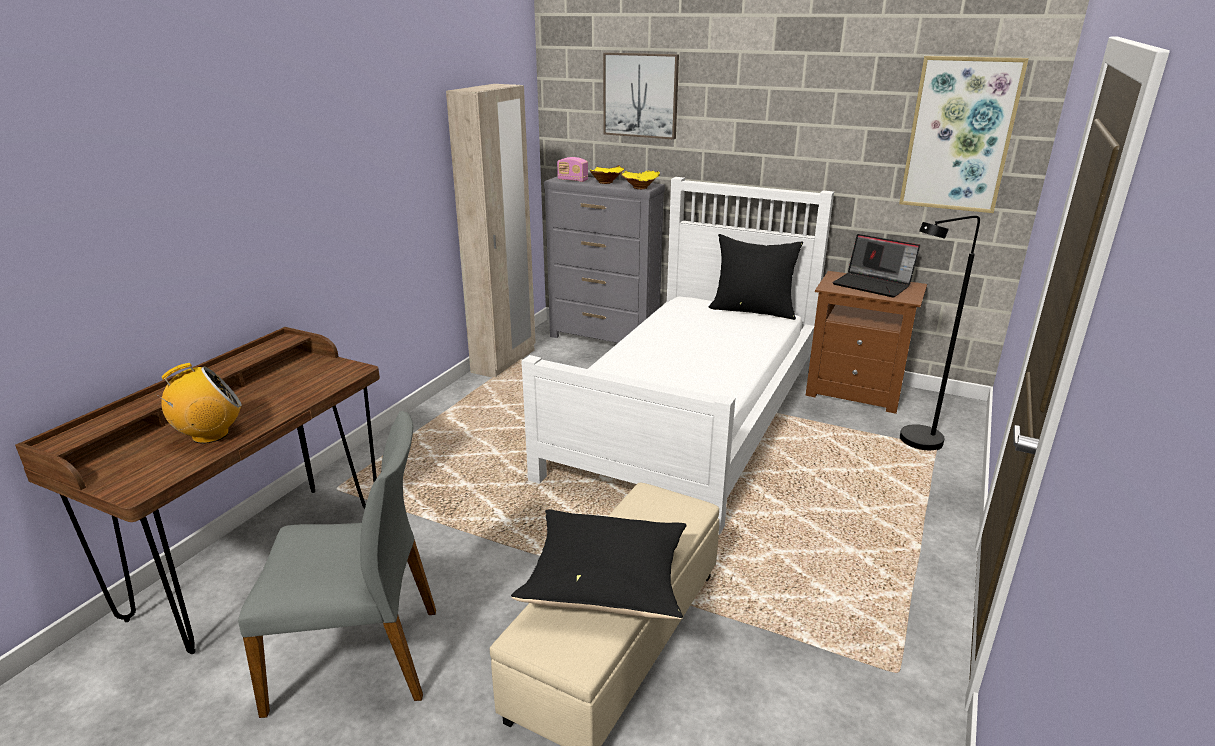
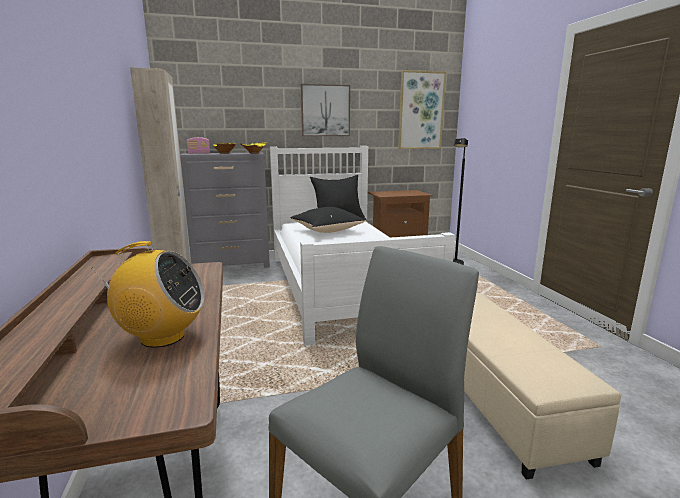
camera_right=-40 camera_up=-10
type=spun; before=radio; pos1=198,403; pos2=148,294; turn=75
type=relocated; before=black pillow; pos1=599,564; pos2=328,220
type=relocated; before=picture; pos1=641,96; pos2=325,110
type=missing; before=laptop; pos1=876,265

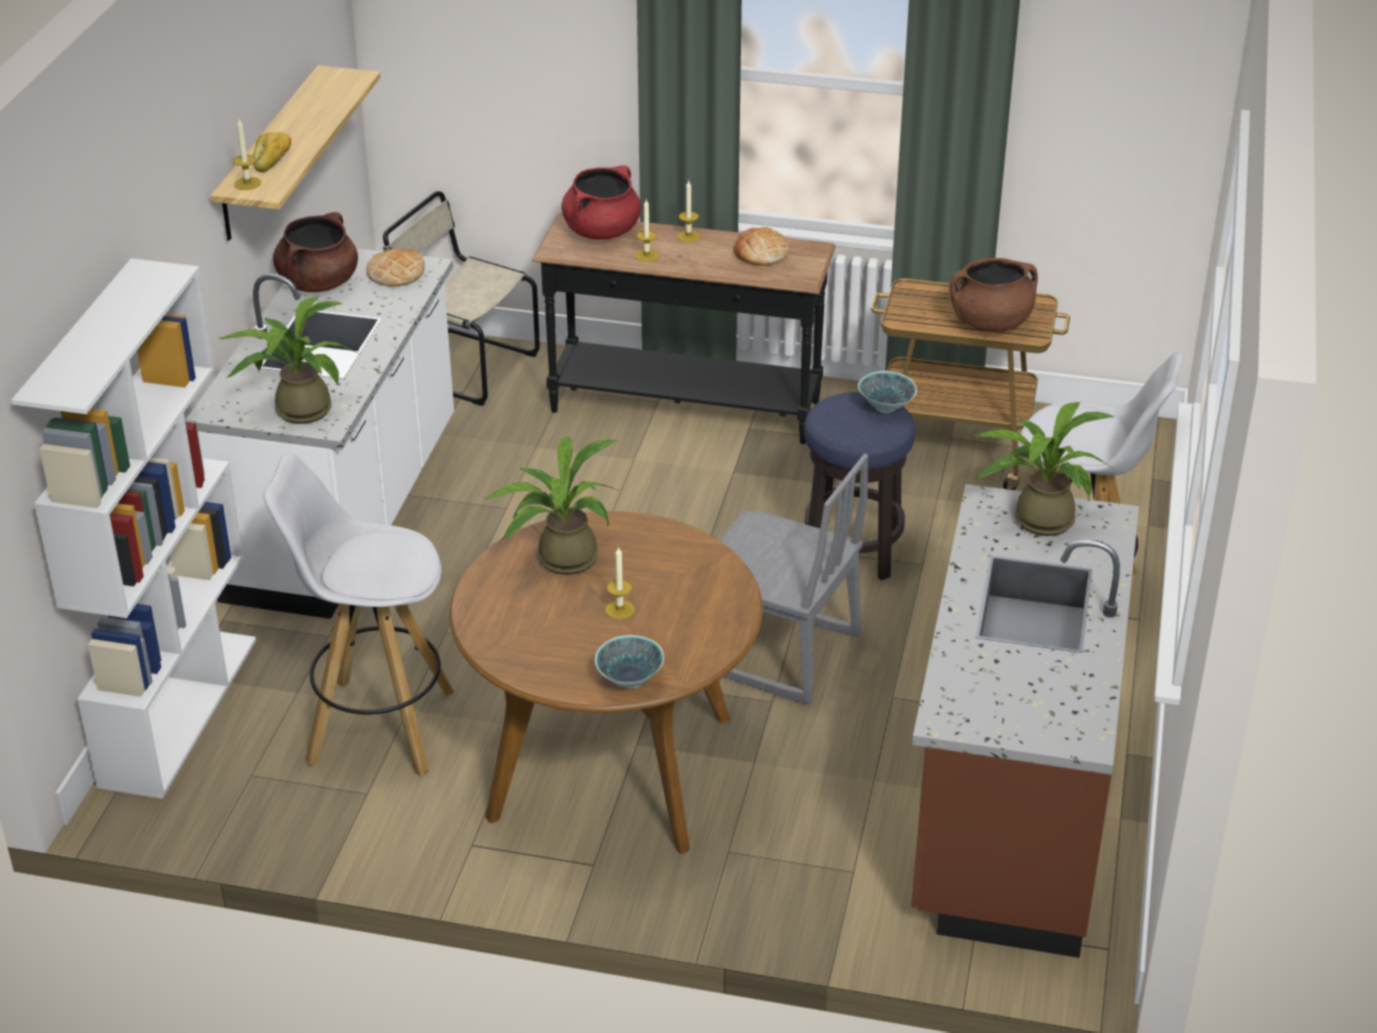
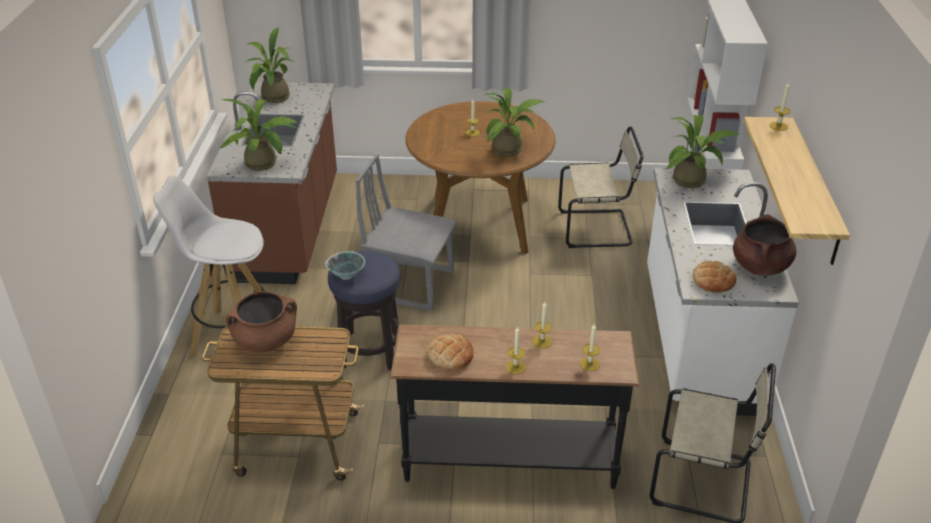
camera_right=170 camera_up=0
type=missing; before=bread; pos1=272,152
type=exchanged; before=white stool; after=beige chair; pos1=358,614; pos2=601,187
type=exchanged; before=red cooking pot; after=candle; pos1=601,202; pos2=590,347
type=missing; before=bowl; pos1=629,662
type=appeared; after=potted plant; pos2=270,65

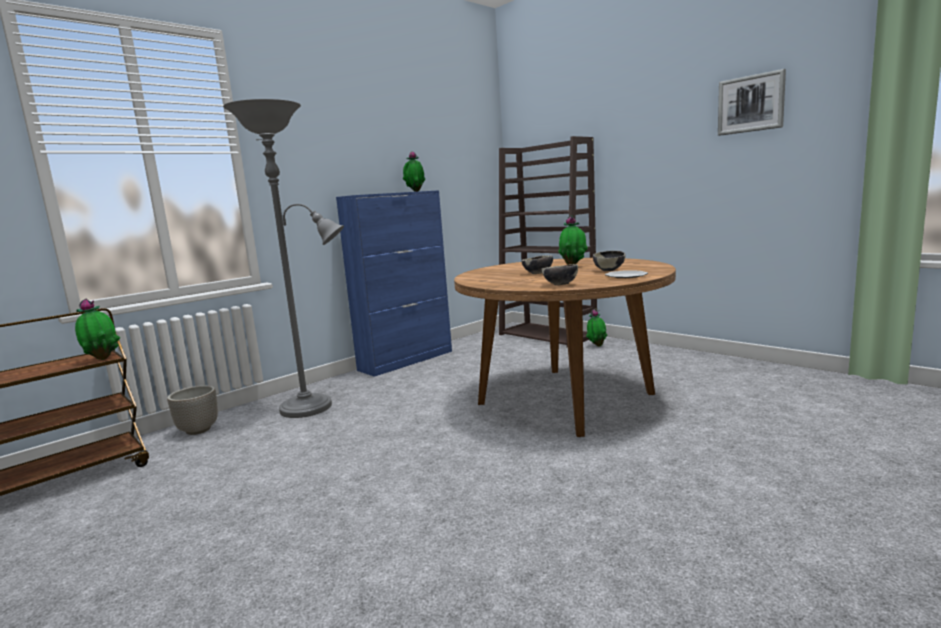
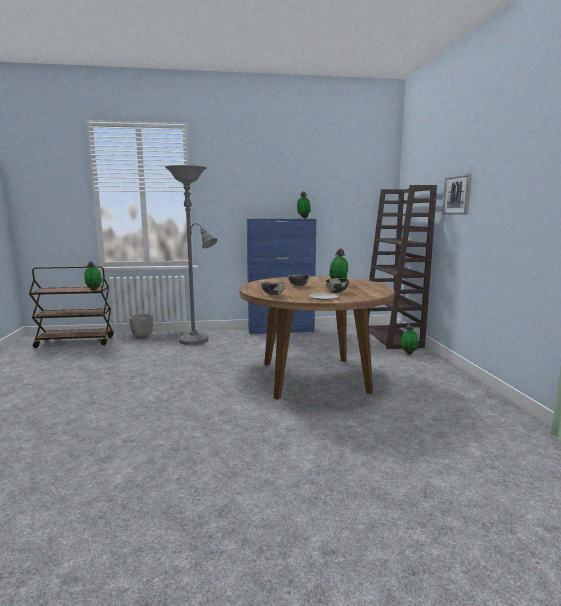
camera_right=35 camera_up=0
type=relocated; before=picture; pos1=752,102; pos2=457,193

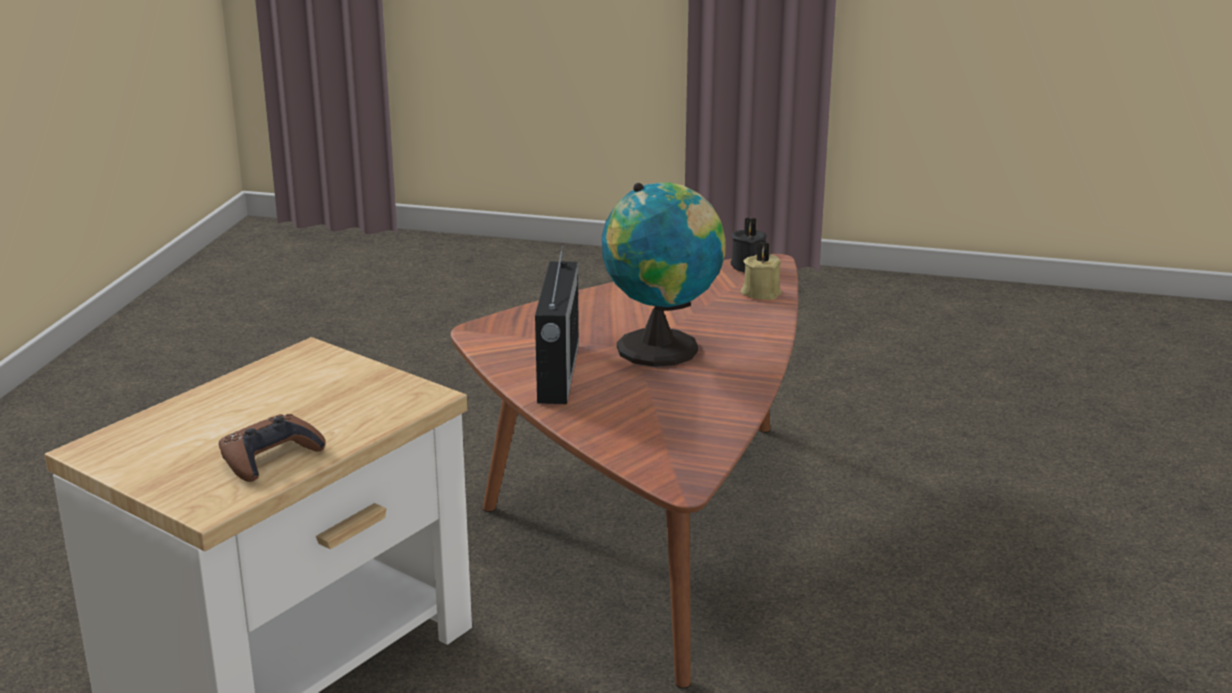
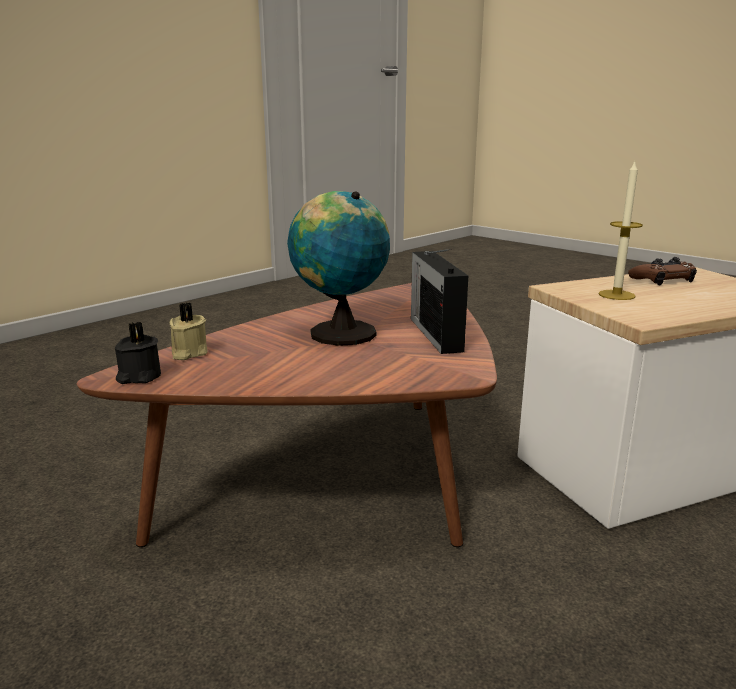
camera_right=-150 camera_up=-5
type=spun; before=radio; pos1=557,323; pos2=439,301; turn=-45
type=appeared; after=candle; pos2=621,230

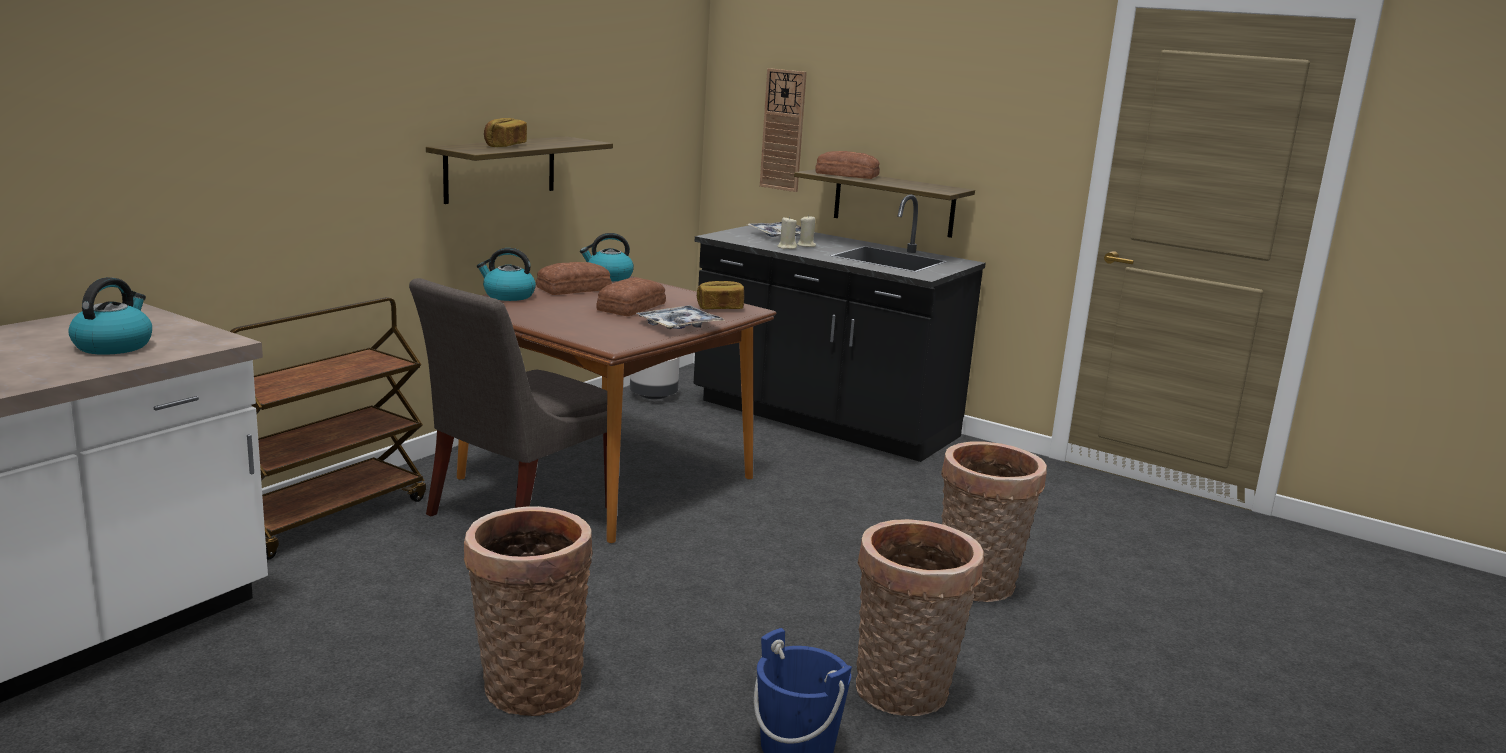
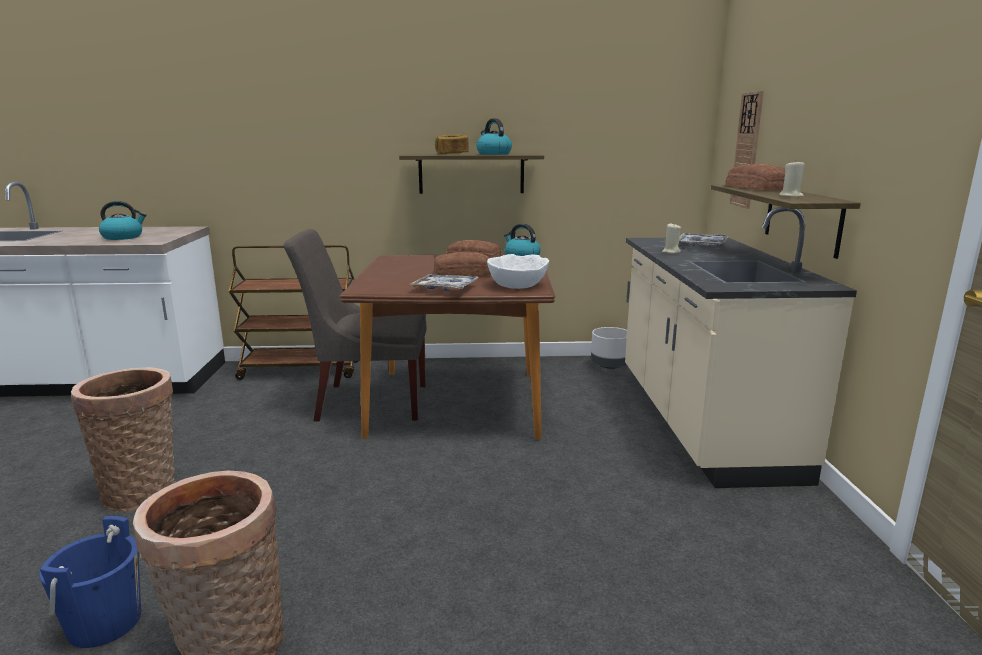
camera_right=55 camera_up=0
type=relocated; before=kettle; pos1=506,274; pos2=494,136
type=colour; before=black counter; after=beige counter; pos1=840,328; pos2=741,347
type=exchanged; before=bread; after=white bowl; pos1=720,295; pos2=518,271
type=relocated; before=beige candle; pos1=806,231; pos2=791,179
type=missing; before=basket; pos1=994,522

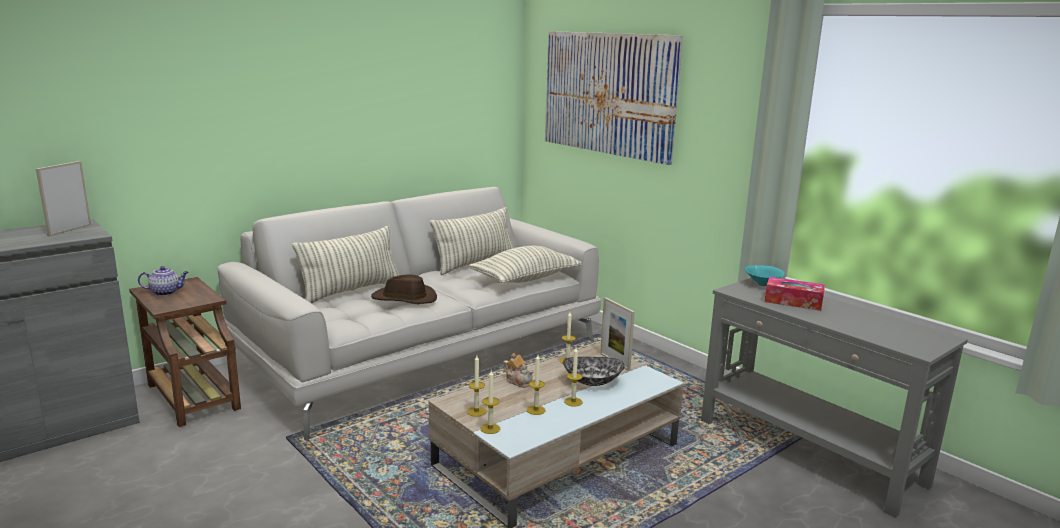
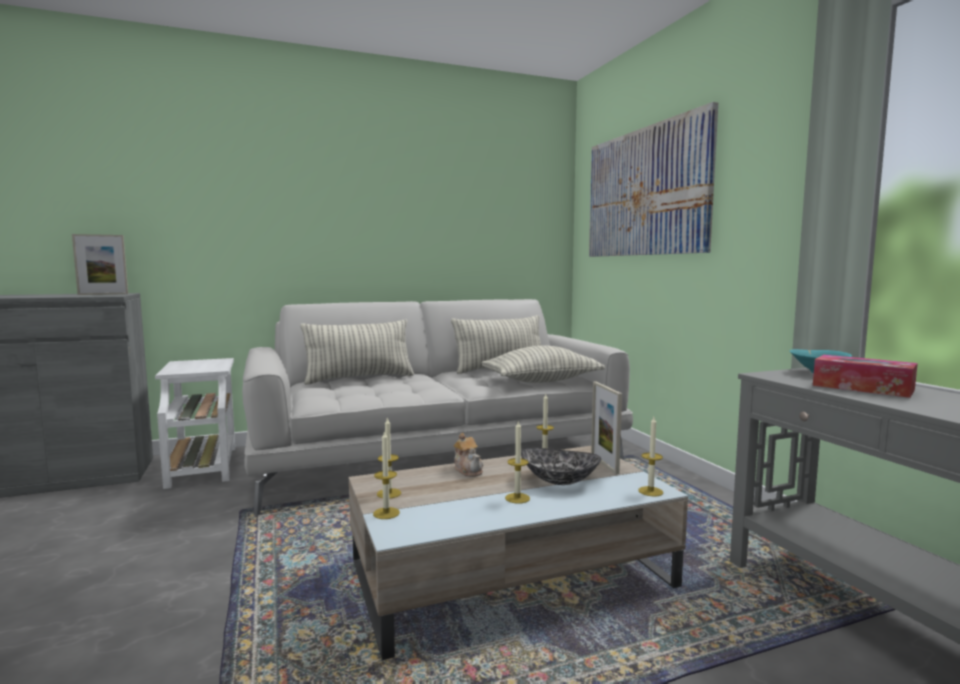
camera_right=20 camera_up=-10
type=spun; before=picture frame; pos1=63,198; pos2=100,264; turn=-150
type=colour; before=brown side table; after=white side table; pos1=185,352; pos2=195,423
type=missing; before=teapot; pos1=163,281
type=missing; before=brown hat; pos1=404,289
type=relocated; before=candle; pos1=536,385; pos2=650,456

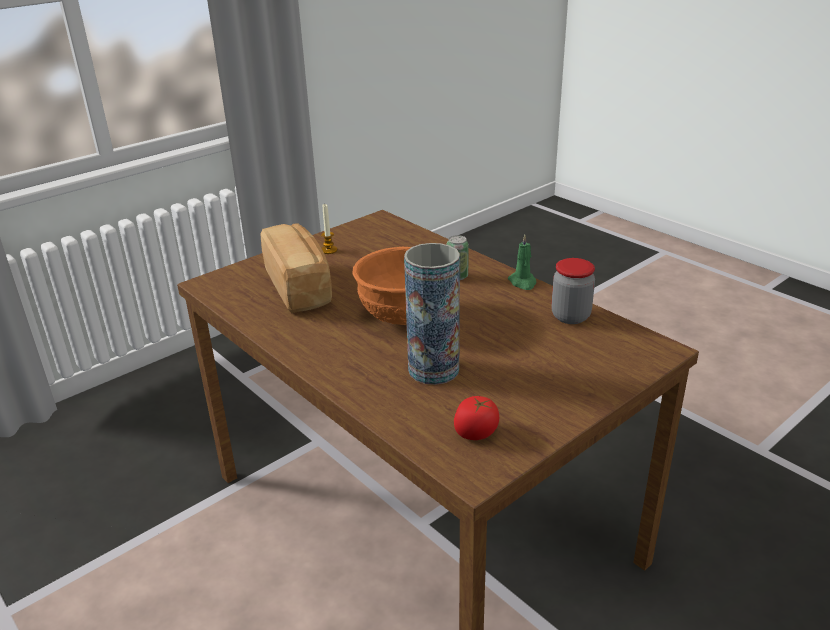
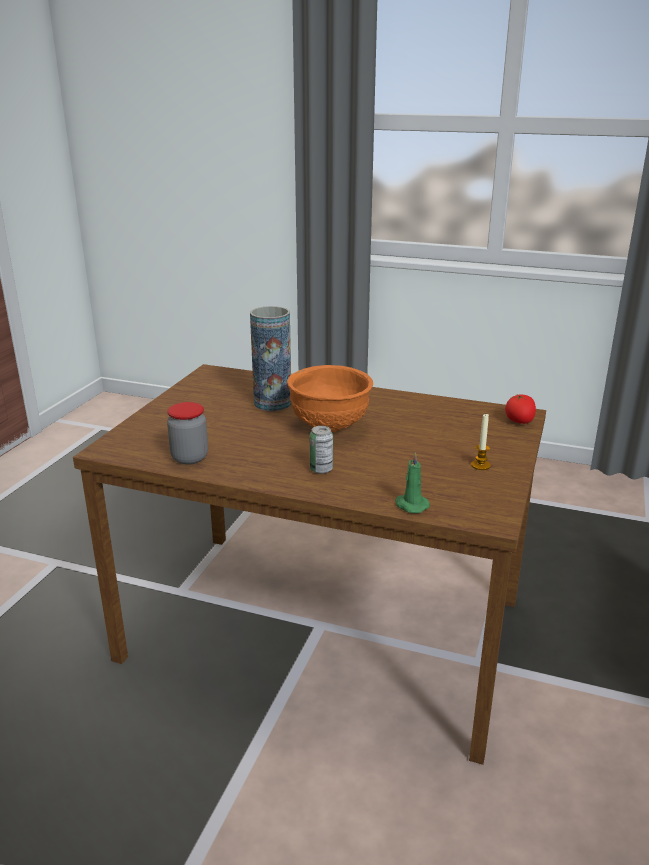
camera_right=150 camera_up=-5
type=missing; before=bread; pos1=296,268
type=relocated; before=tomato; pos1=476,418; pos2=520,409
type=relocated; before=green candle; pos1=522,262; pos2=412,482

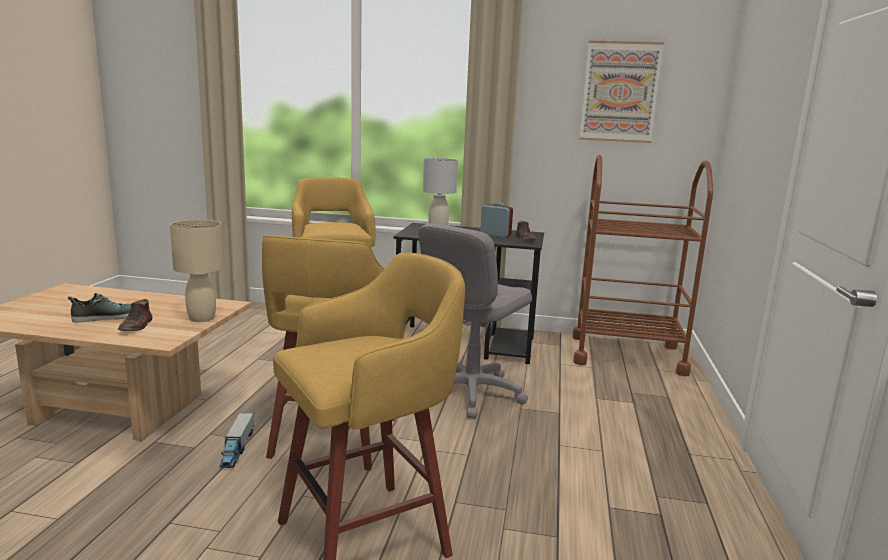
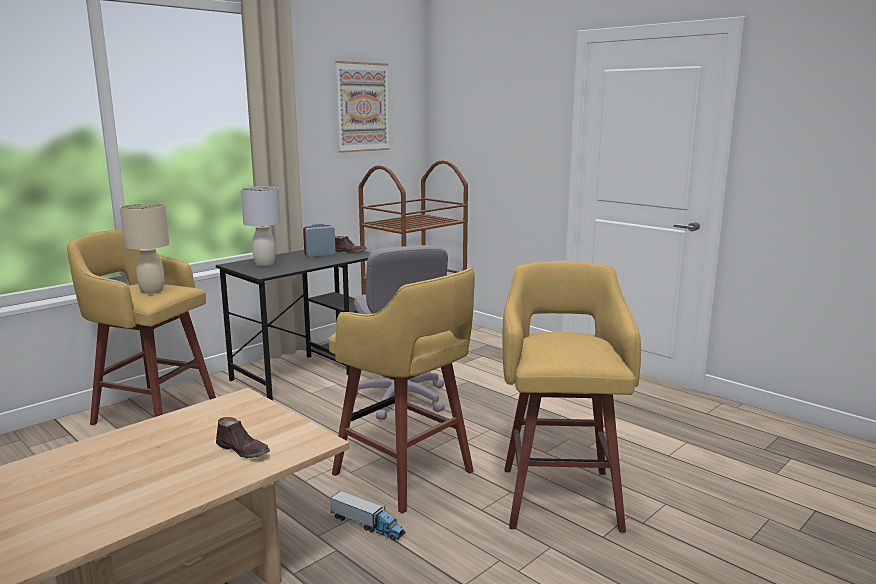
camera_right=-55 camera_up=0
type=missing; before=shoe; pos1=99,308
type=relocated; before=beige table lamp; pos1=196,271; pos2=144,248

